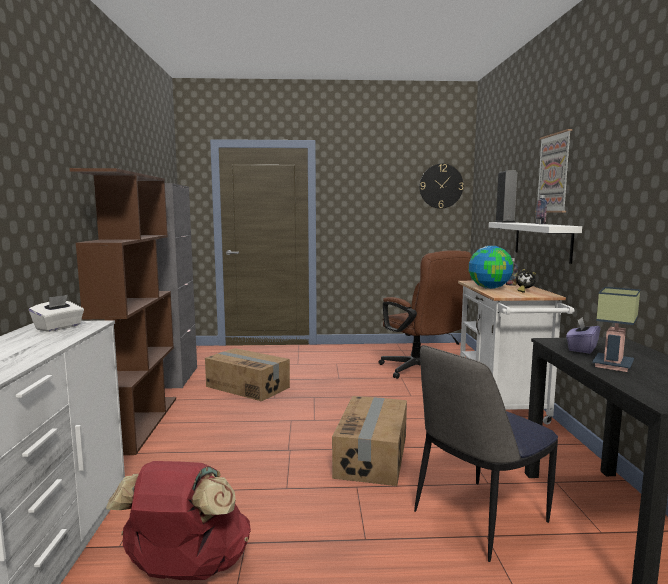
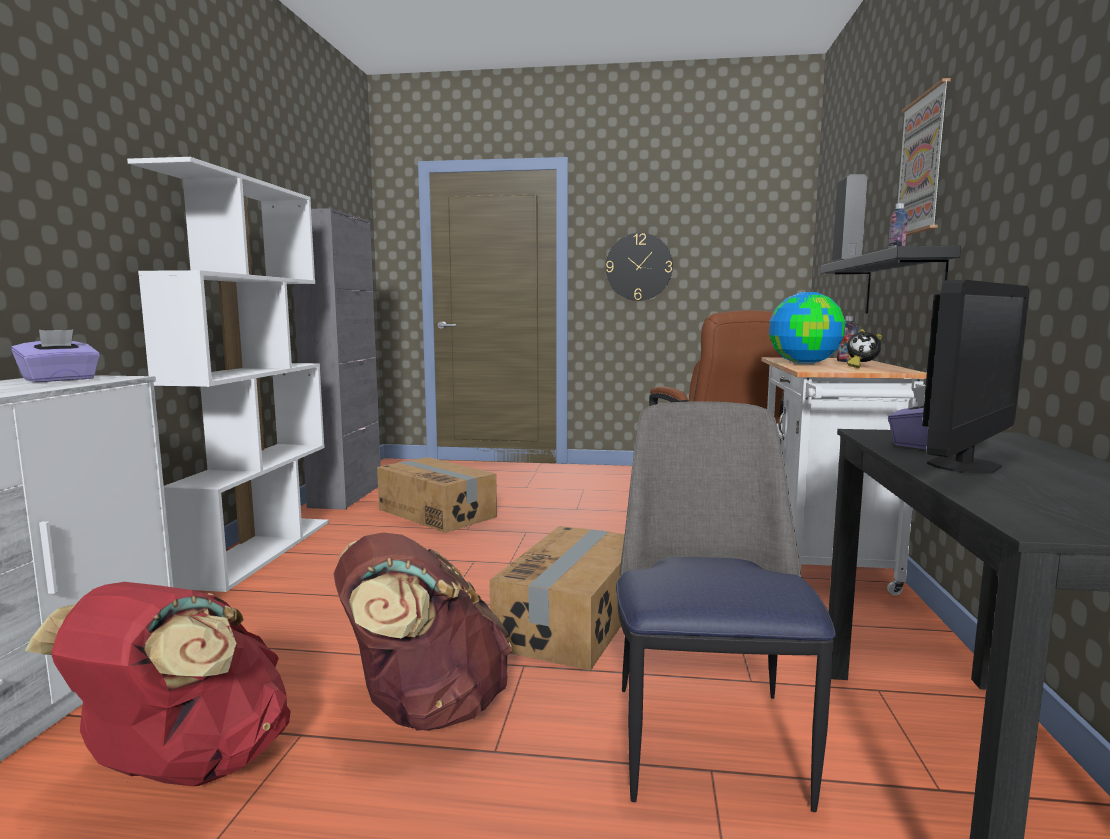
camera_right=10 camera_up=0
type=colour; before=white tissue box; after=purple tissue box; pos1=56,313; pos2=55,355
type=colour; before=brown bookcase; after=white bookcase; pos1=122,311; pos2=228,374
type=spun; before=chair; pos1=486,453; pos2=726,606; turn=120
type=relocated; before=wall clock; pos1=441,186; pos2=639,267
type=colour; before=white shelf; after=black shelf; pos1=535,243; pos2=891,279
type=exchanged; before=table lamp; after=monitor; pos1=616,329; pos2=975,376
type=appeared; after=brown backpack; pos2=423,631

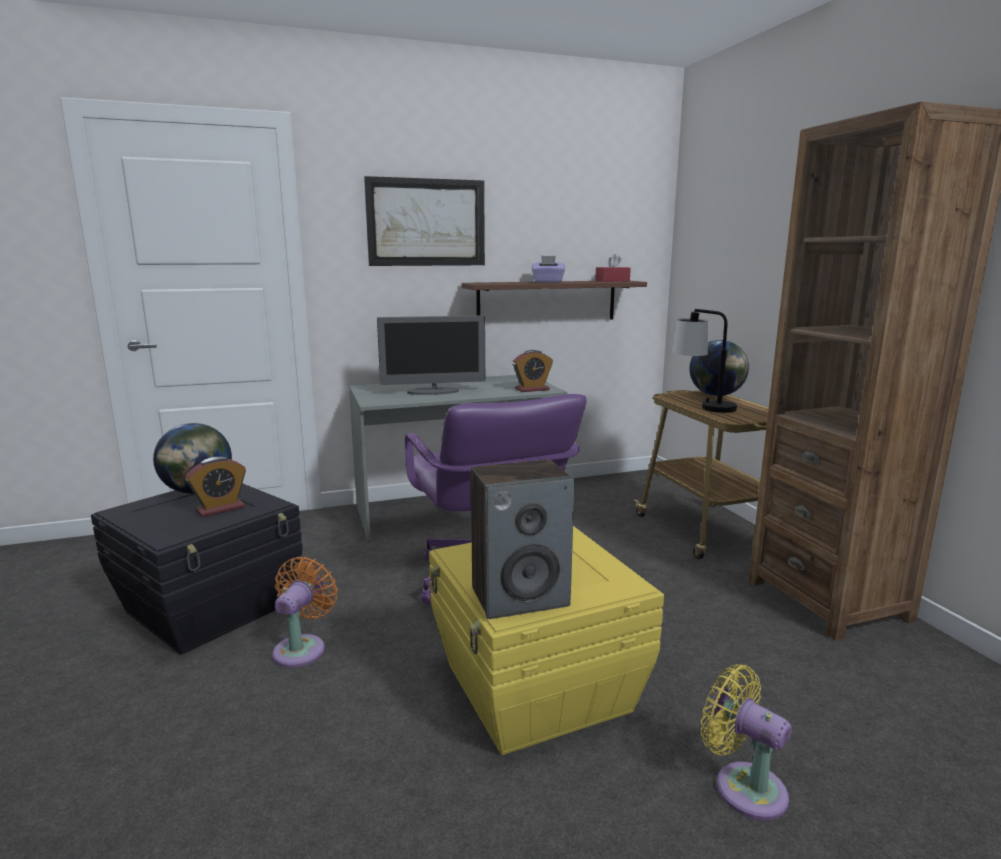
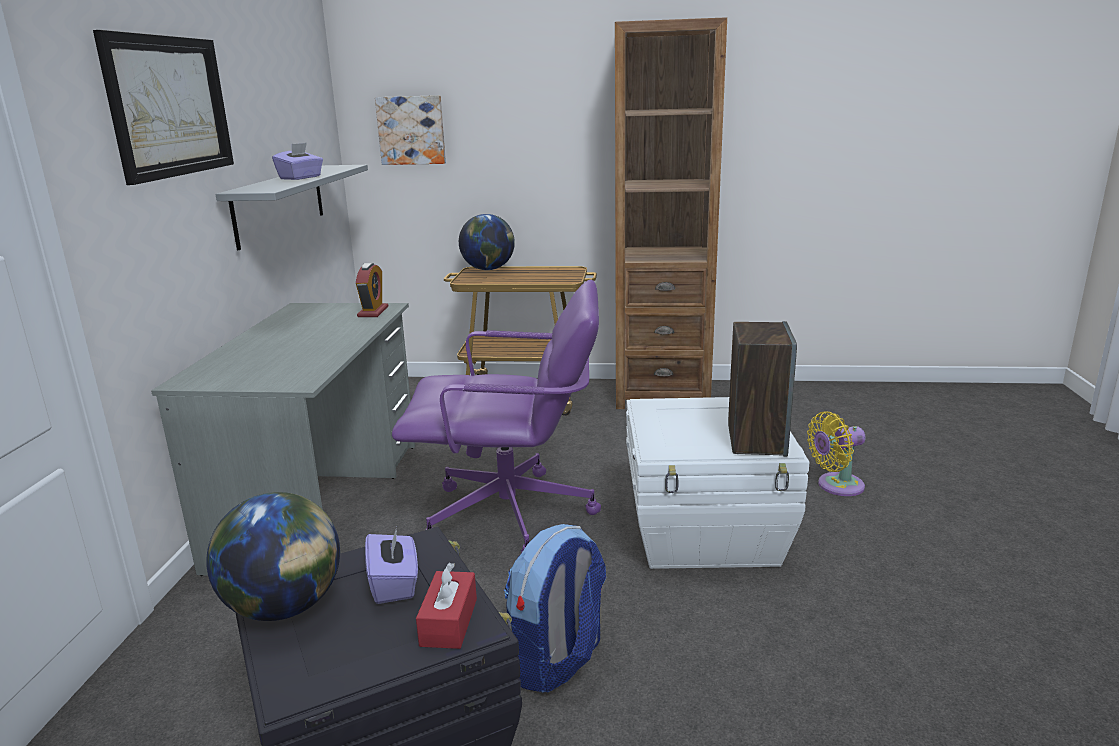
camera_right=-65 camera_up=5
type=exchanged; before=alarm clock; after=purple tissue box; pos1=215,487; pos2=391,565
type=exchanged; before=orange fan; after=backpack; pos1=305,612; pos2=555,608
type=missing; before=monitor; pos1=431,355
type=colour; before=yellow storage box; after=white storage box; pos1=546,640; pos2=717,483
type=colour; before=brown shelf; after=grey shelf; pos1=554,300; pos2=291,207
type=relocated; before=red tissue box; pos1=613,268; pos2=446,605
type=missing; before=table lamp; pos1=705,361
type=appeared; after=picture; pos2=410,130

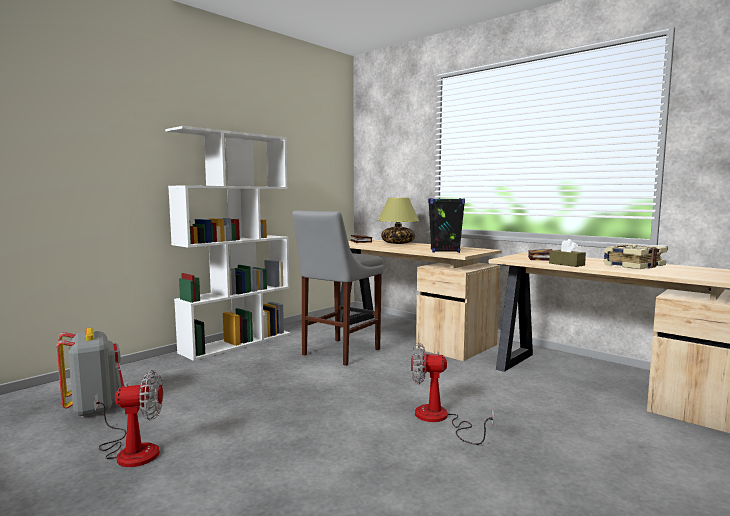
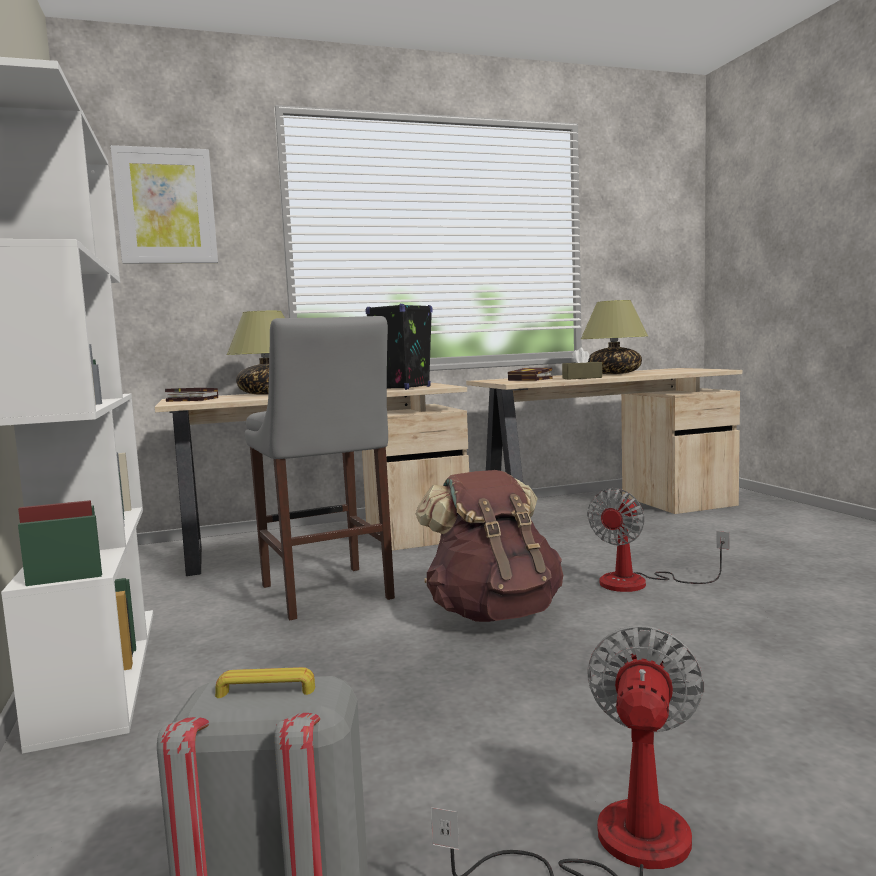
camera_right=-60 camera_up=0
type=exchanged; before=book; after=table lamp; pos1=635,256; pos2=614,337
type=appeared; after=picture; pos2=164,204
type=appeared; after=brown backpack; pos2=489,546

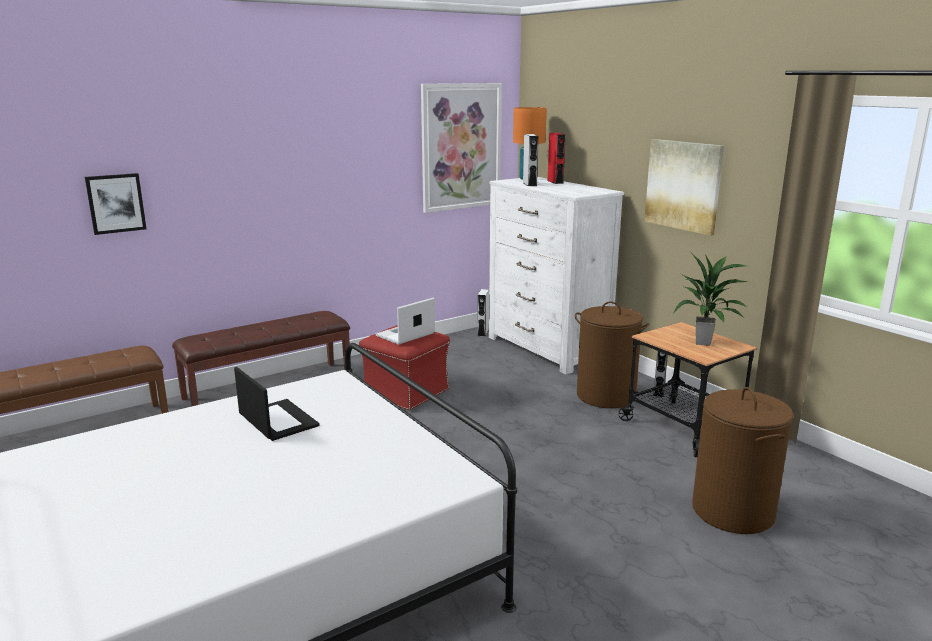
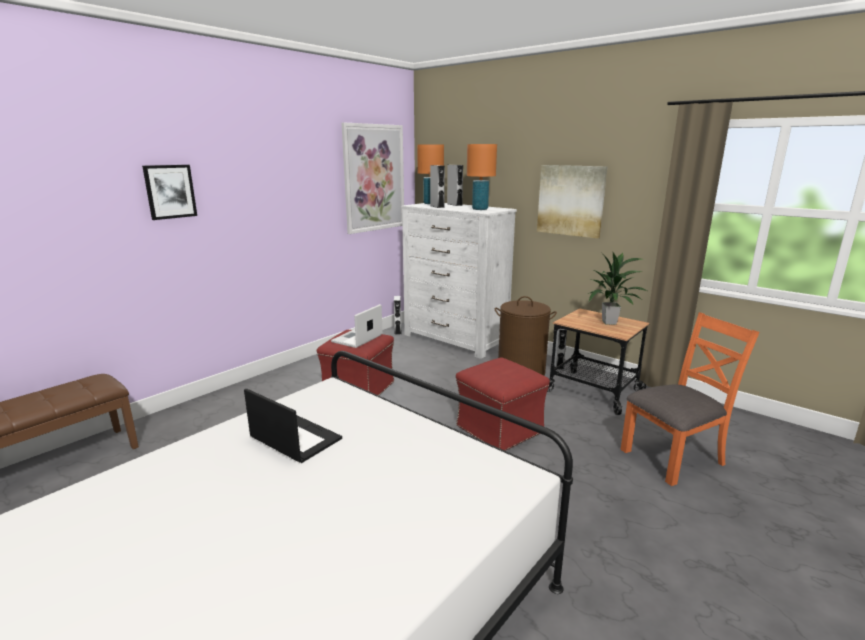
camera_right=-15 camera_up=0
type=relocated; before=picture; pos1=116,204; pos2=169,192
type=missing; before=brown bench; pos1=261,358
type=colour; before=red speaker; after=grey speaker; pos1=557,158; pos2=455,185
type=exchanged; before=brown laundry basket; after=orange chair; pos1=743,460; pos2=690,399
type=appeared; after=red ottoman; pos2=503,404
type=appeared; after=orange table lamp; pos2=482,177

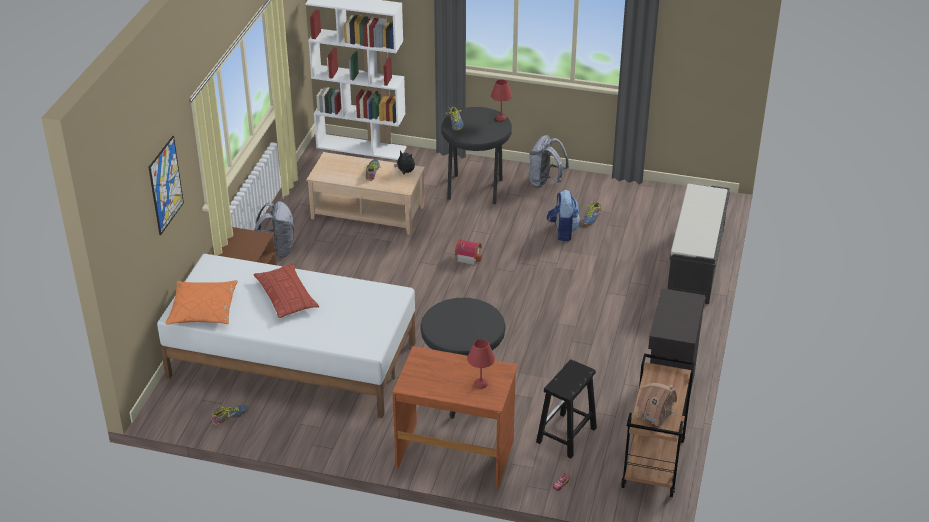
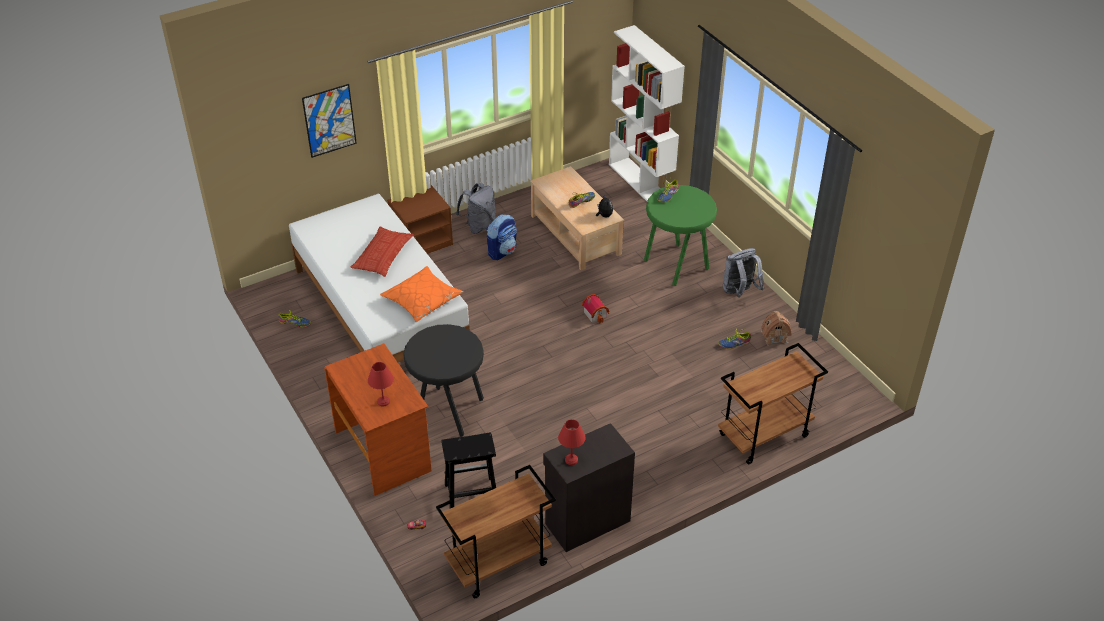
camera_right=45 camera_up=5
type=relocated; before=orange pillow; pos1=201,302; pos2=421,294
type=colour; before=black stool; after=green stool; pos1=476,155; pos2=680,235
type=relocated; before=red table lamp; pos1=501,100; pos2=571,442
type=relocated; before=backpack; pos1=563,216; pos2=501,237
type=relocated; before=toy house; pos1=656,405; pos2=776,328
type=exchanged; before=black bench; after=brown cart; pos1=698,244; pos2=773,404

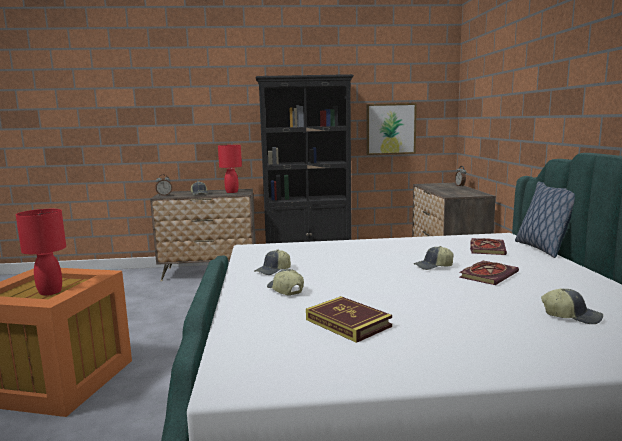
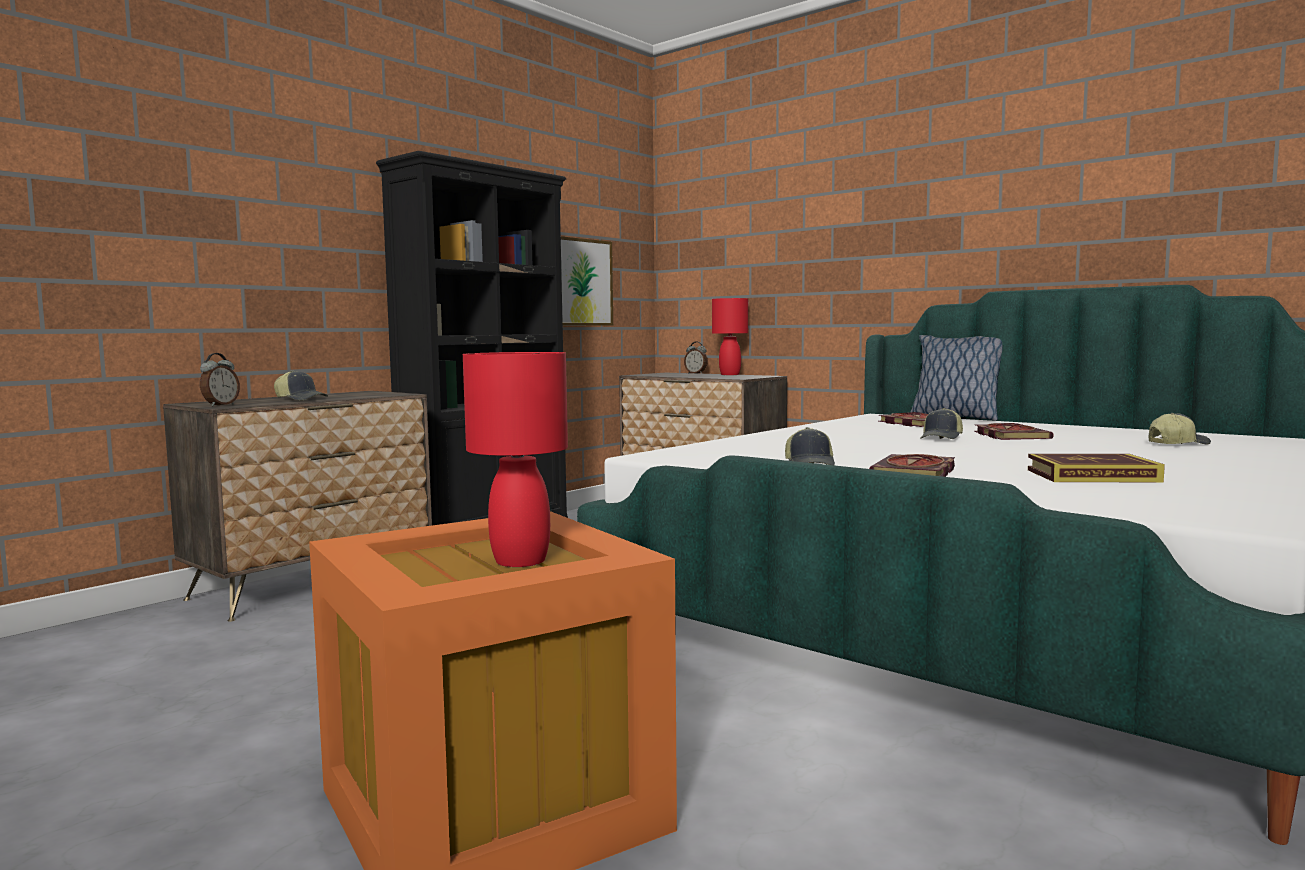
camera_right=-45 camera_up=-5
type=relocated; before=red table lamp; pos1=230,169; pos2=730,336
type=exchanged; before=cap; after=book; pos1=285,282; pos2=912,465

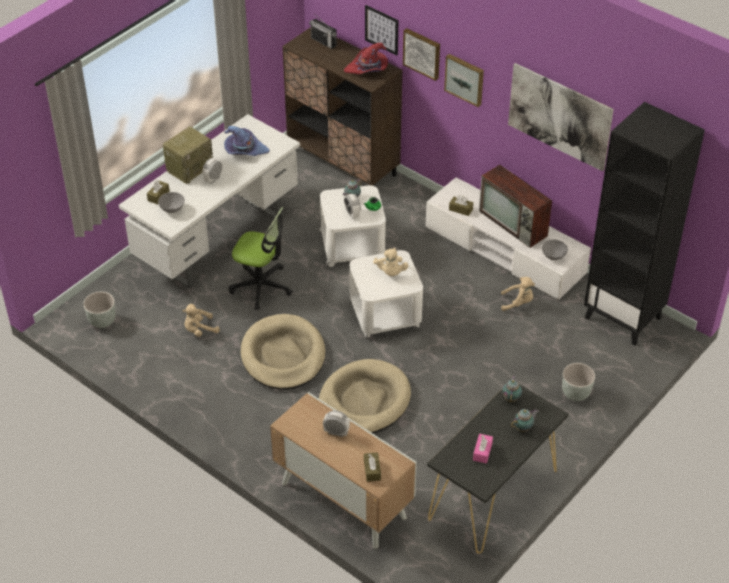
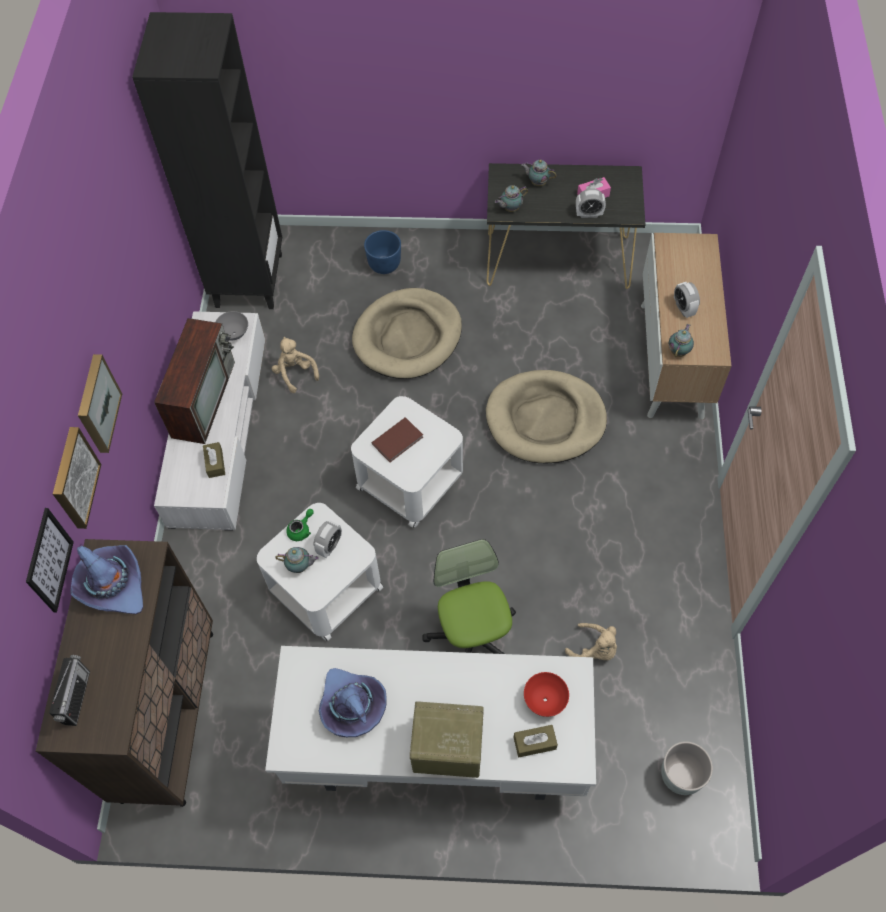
camera_right=-125 camera_up=15
type=colour; before=grey bowl; after=red bowl; pos1=171,202; pos2=546,694
type=relocated; before=alarm clock; pos1=212,171; pos2=591,203
type=relocated; before=beige dog bed; pos1=283,352; pos2=407,333
type=colour; before=red hat; after=purple hat; pos1=366,58; pos2=106,579
type=missing; before=brown tissue box; pos1=372,467
type=exchanged; before=beige plush toy; after=brown book; pos1=391,262; pos2=397,439
type=missing; before=picture; pos1=561,117
type=colour; before=grey planter; after=blue planter; pos1=578,382; pos2=382,252
type=appeared; after=teapot; pos2=681,340

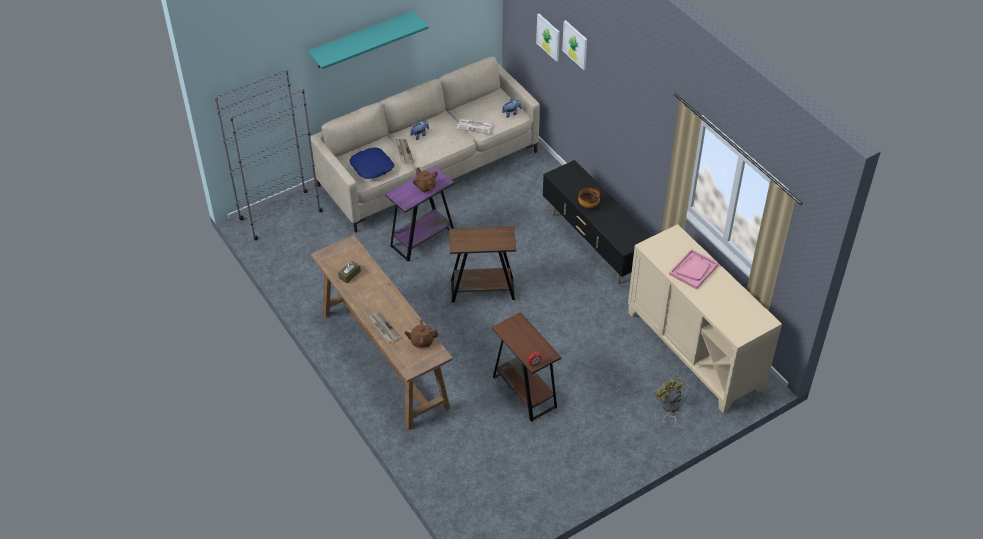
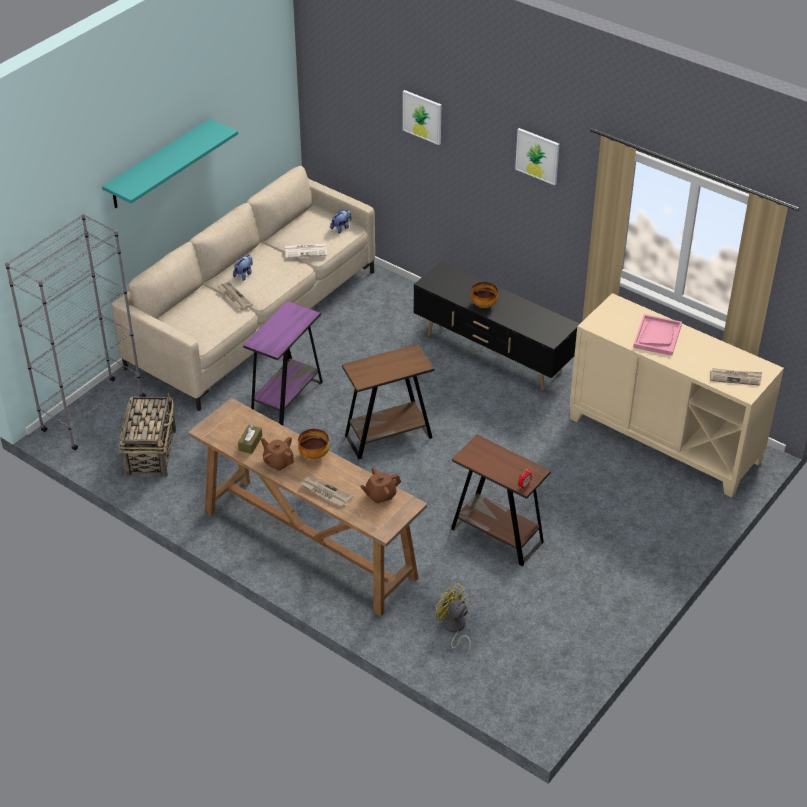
camera_right=-20 camera_up=-5
type=missing; before=blue pillow; pos1=371,163
type=relocated; before=brown teapot; pos1=425,180; pos2=277,454
type=relocated; before=picture; pos1=548,38; pos2=537,156
type=relocated; before=yellow fan; pos1=670,404; pos2=453,619
type=appeared; after=basket; pos2=147,435
type=appeared; after=bowl; pos2=313,444
type=appeared; after=newspaper; pos2=736,377

